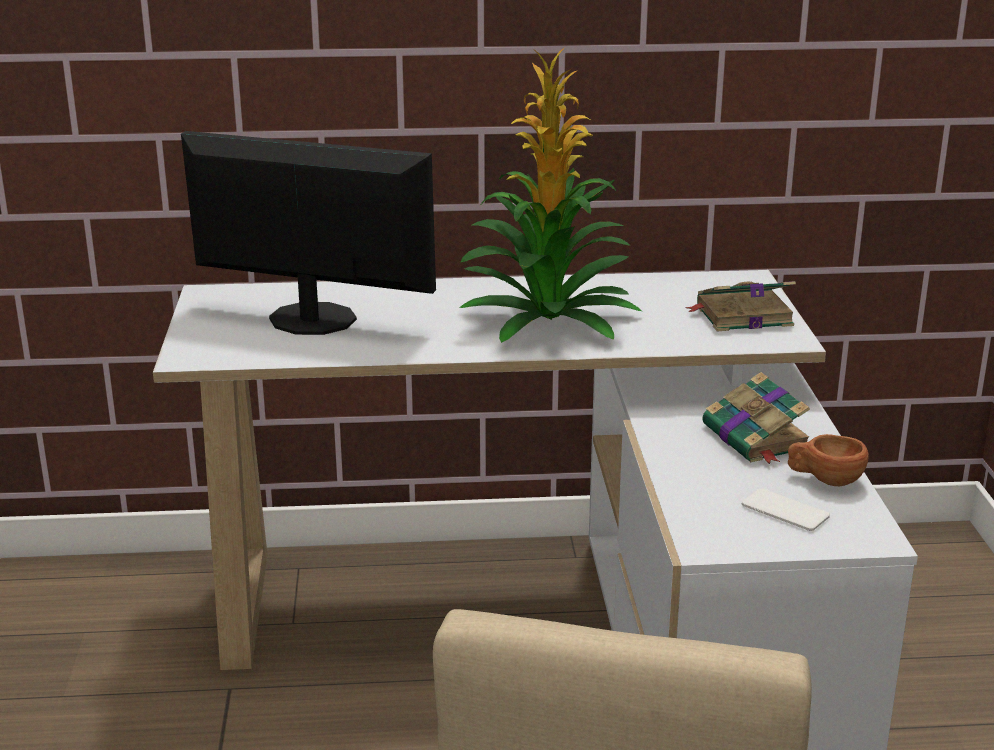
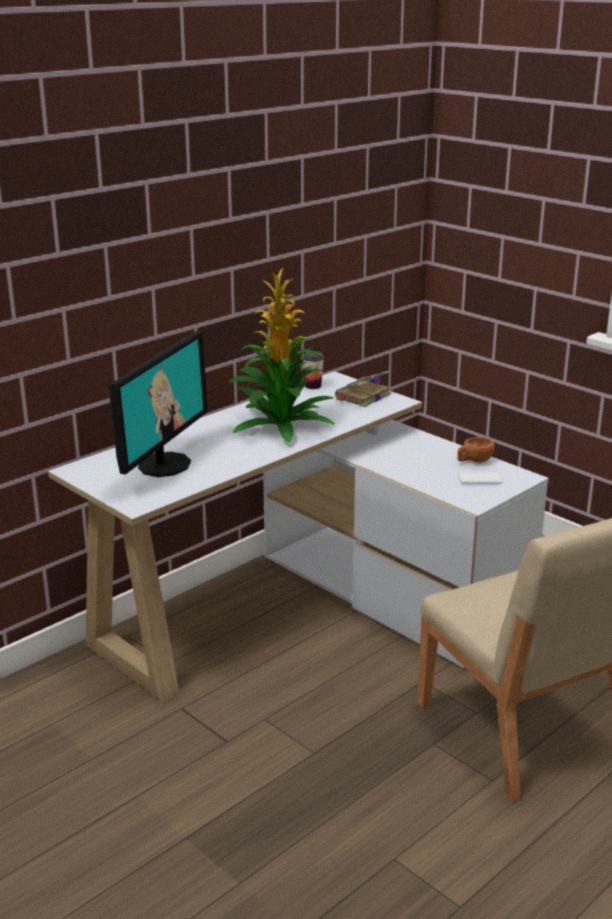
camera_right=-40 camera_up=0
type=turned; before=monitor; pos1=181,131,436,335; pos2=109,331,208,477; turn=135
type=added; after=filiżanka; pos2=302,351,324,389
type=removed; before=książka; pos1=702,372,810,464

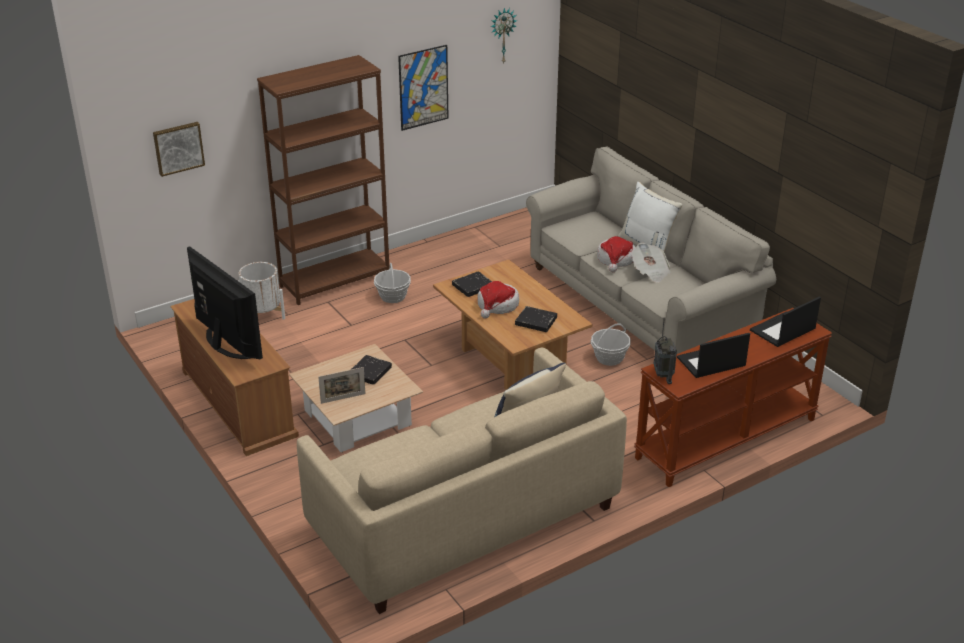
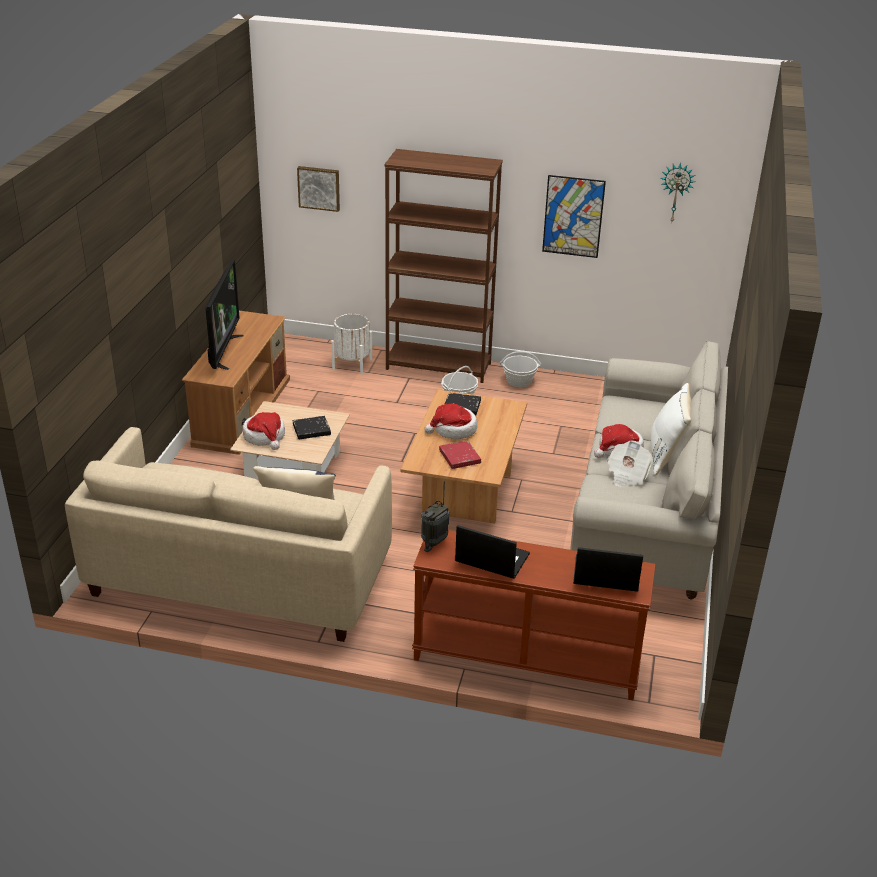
camera_right=45 camera_up=0
type=replaced; before=ramka na zdjęcie; after=kapelusz; pos1=318,367,365,404; pos2=242,412,285,450
type=recoloured; before=książka [czarny]; after=książka [czerwony]; pos1=515,306,557,332; pos2=439,440,481,469
type=moved; before=koszyk; pos1=591,323,630,366; pos2=500,351,541,388

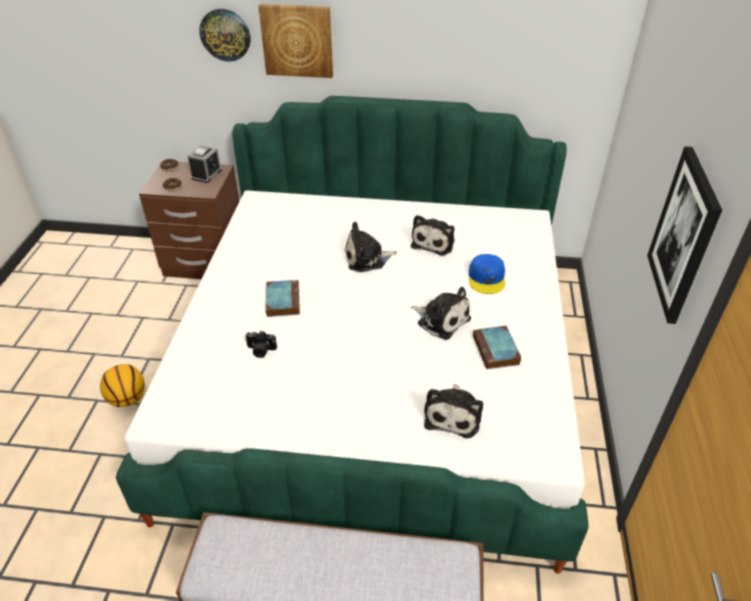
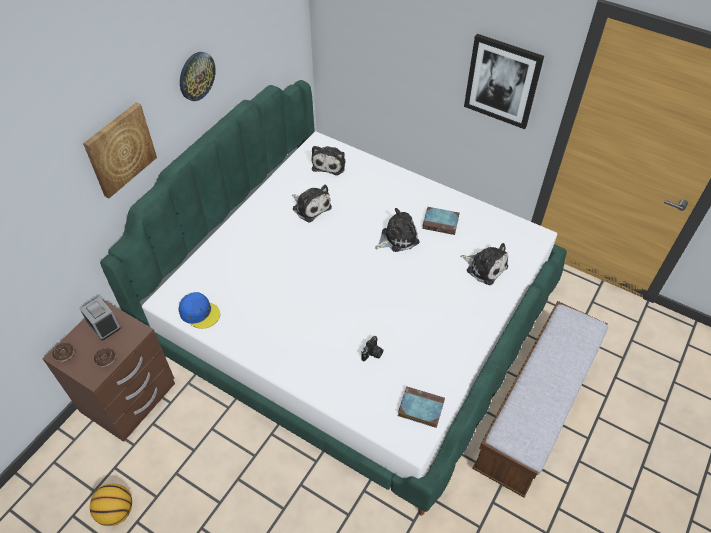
camera_right=-65 camera_up=10
type=moved; before=piłka do koszykówki; pos1=100,364,145,407; pos2=90,484,132,526
type=moved; before=czapka z daszkiem [niebieski]; pos1=469,254,505,294; pos2=179,292,220,329
type=moved; before=zegar ścienny; pos1=199,9,250,62; pos2=180,52,216,101
type=moved; before=pluszak; pos1=344,222,397,272; pos2=312,146,346,175
type=moved; before=książka; pos1=266,280,300,317; pos2=398,386,445,428

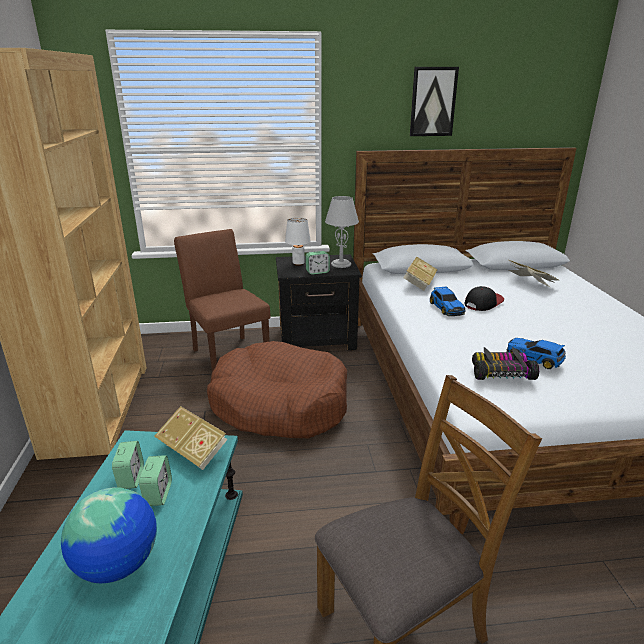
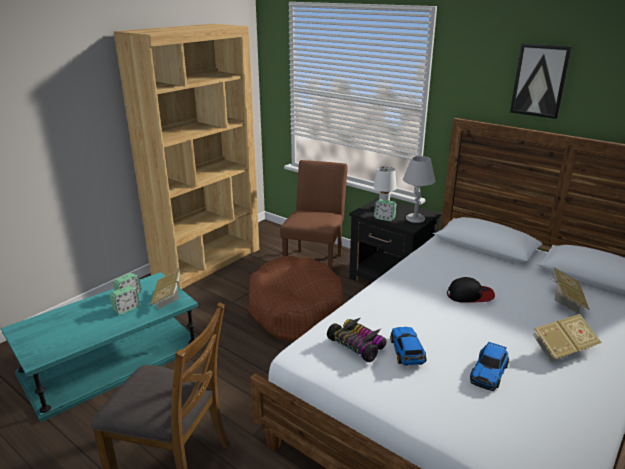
camera_right=45 camera_up=0
type=moved; before=samochodzik; pos1=430,286,466,316; pos2=470,342,509,391
type=moved; before=książka; pos1=403,256,438,291; pos2=532,314,602,363
type=removed; before=globus; pos1=61,487,157,583

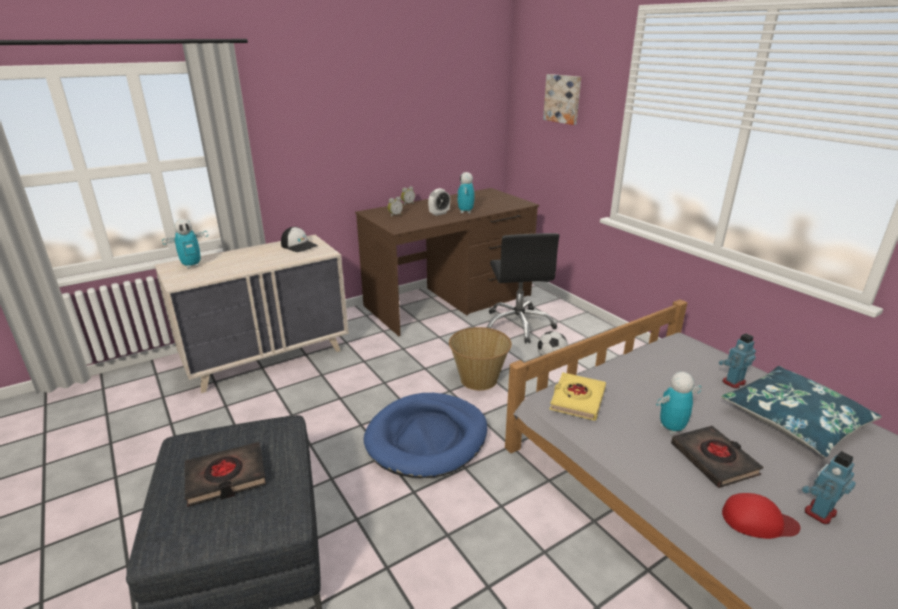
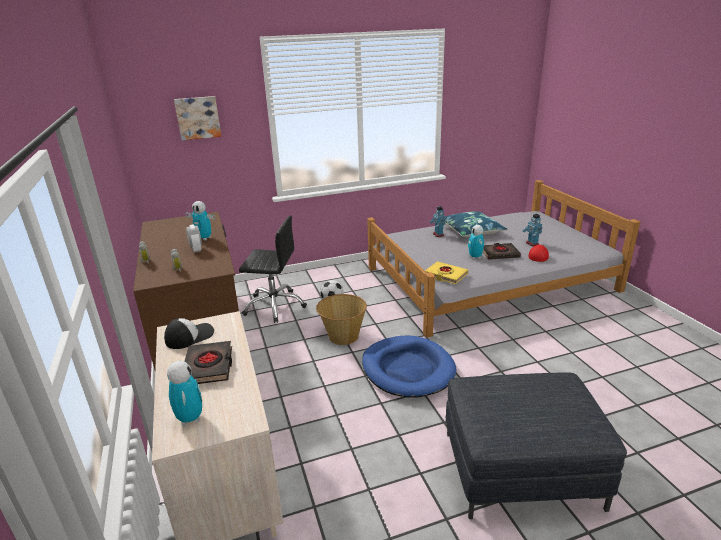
camera_right=-75 camera_up=0
type=moved; before=książka [czarny]; pos1=185,442,266,507; pos2=184,341,232,384

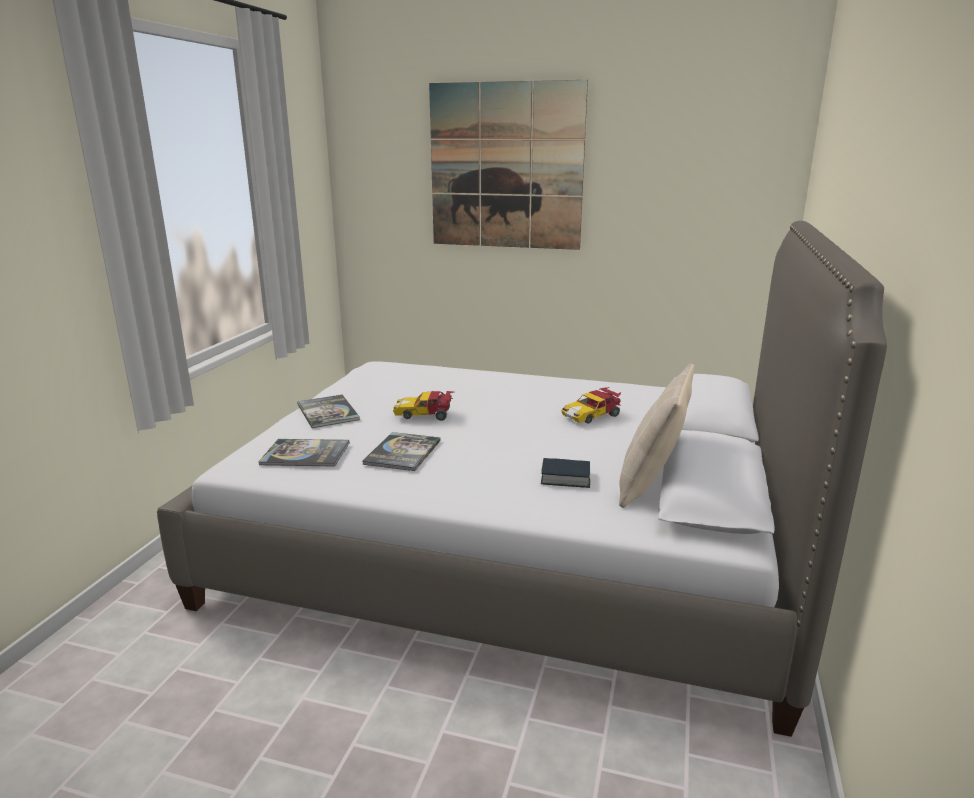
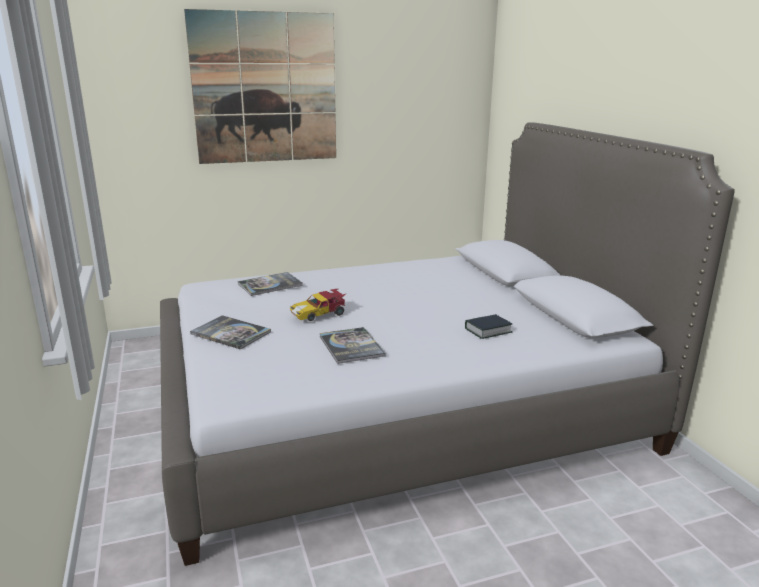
camera_right=-35 camera_up=0
type=moved; before=książka; pos1=258,439,350,467; pos2=238,272,303,296
type=removed; before=samochodzik; pos1=561,387,621,424
type=removed; before=poduszka [beżowy]; pos1=619,363,694,508

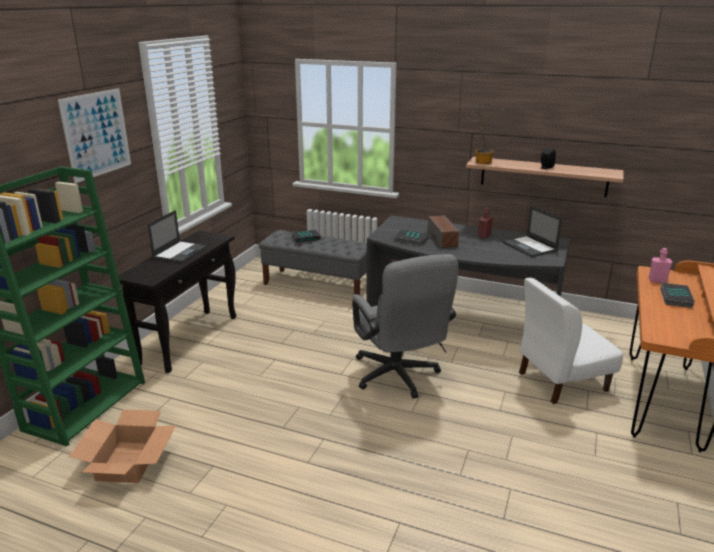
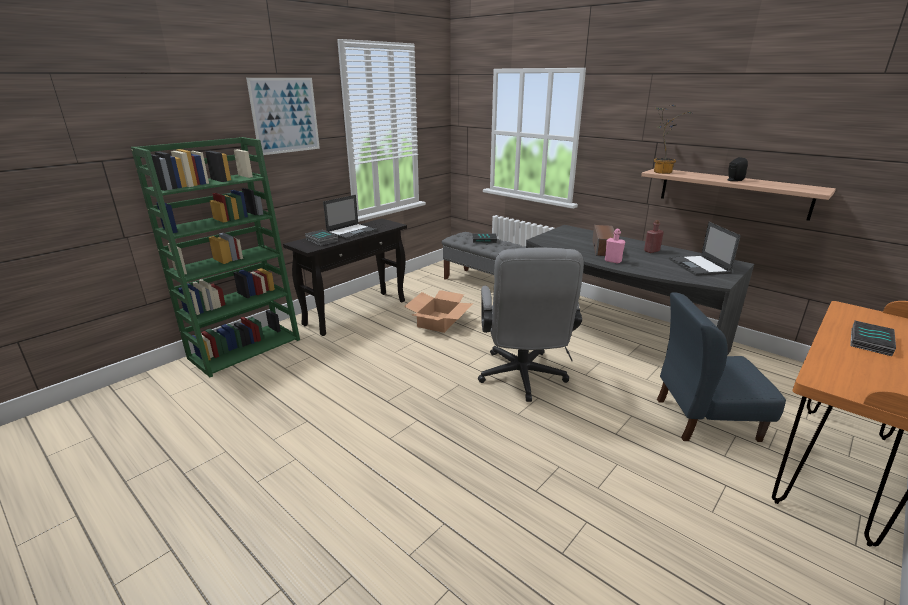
camera_right=20 camera_up=0
type=moved; before=książka; pos1=394,229,429,246; pos2=305,230,338,246
type=moved; before=karton; pos1=69,409,176,483; pos2=404,290,473,333
type=moved; before=butelka [różowy]; pos1=648,248,673,283; pos2=605,229,625,264
type=recoloured; before=krzesło [biały]; after=krzesło [niebieski]; pos1=519,278,623,404; pos2=657,292,786,442

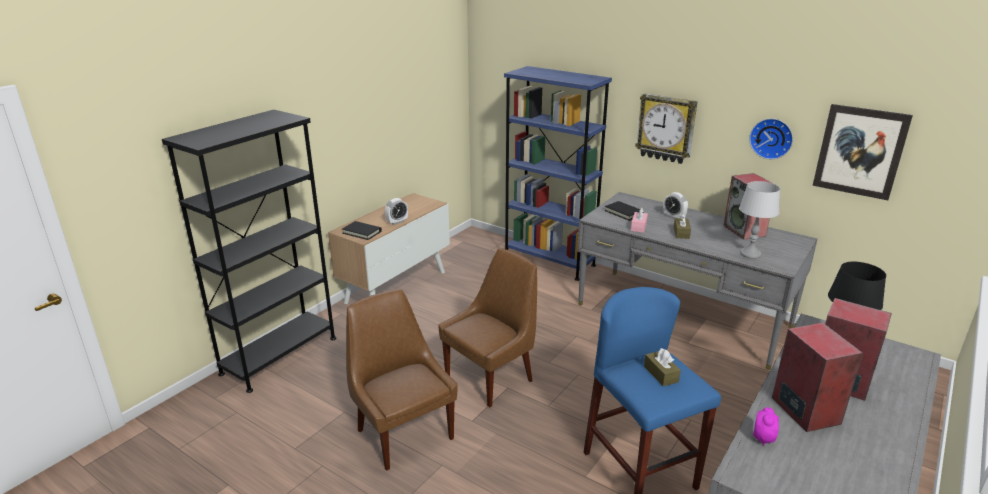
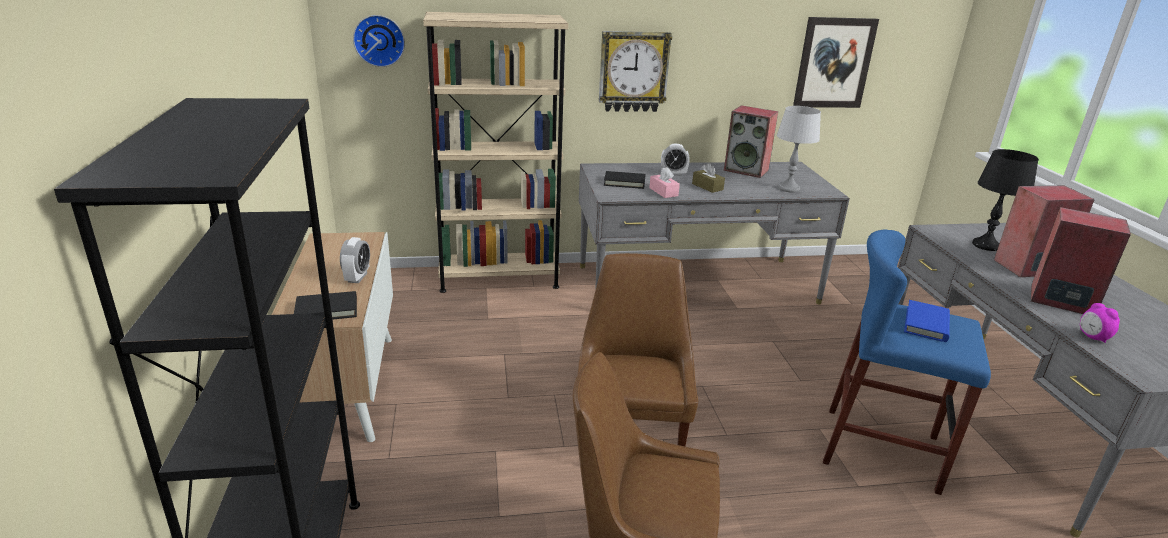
camera_right=-45 camera_up=0
type=moved; before=zegar ścienny; pos1=749,118,793,159; pos2=353,15,405,67
type=recoloured; before=regał [niebieski]; after=regał [beżowy]; pos1=504,66,612,281; pos2=423,12,568,293
type=replaced; before=pudełko chusteczek [brązowy]; after=książka [niebieski]; pos1=644,348,681,386; pos2=904,300,950,342

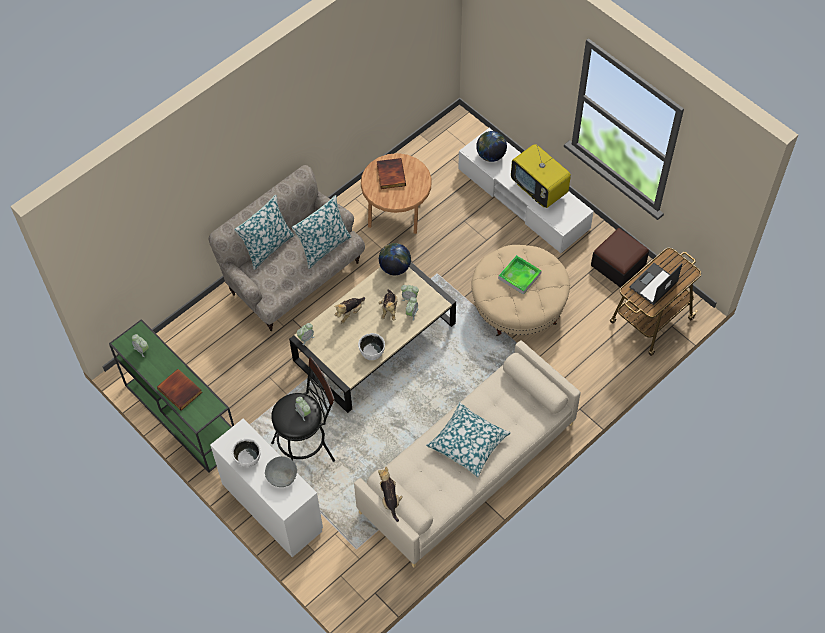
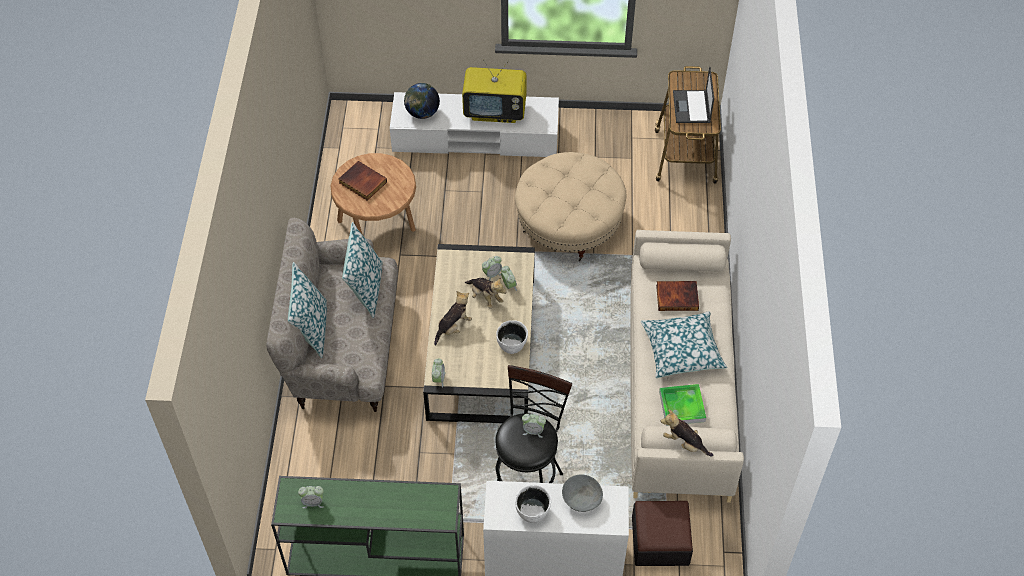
camera_right=-45 camera_up=-5
type=turned; before=pluszak; pos1=334,297,365,324; pos2=434,291,472,346; turn=-135
type=moved; before=pufa; pos1=591,228,649,288; pos2=632,501,693,566
type=moved; before=książka; pos1=157,369,202,411; pos2=656,281,699,311
type=moved; before=taca; pos1=498,255,541,295; pos2=659,384,706,426
type=removed; before=globus; pos1=379,243,411,275

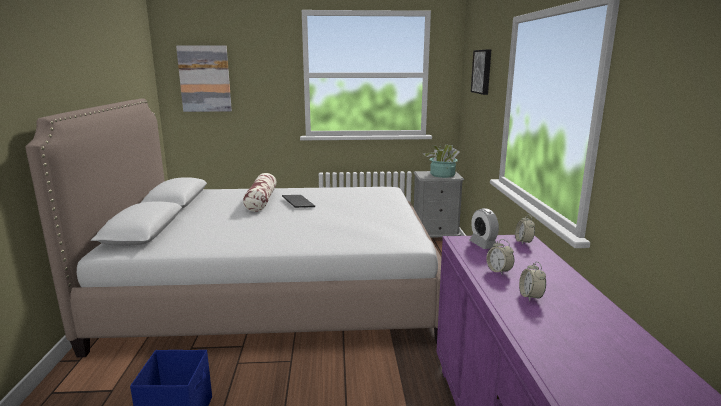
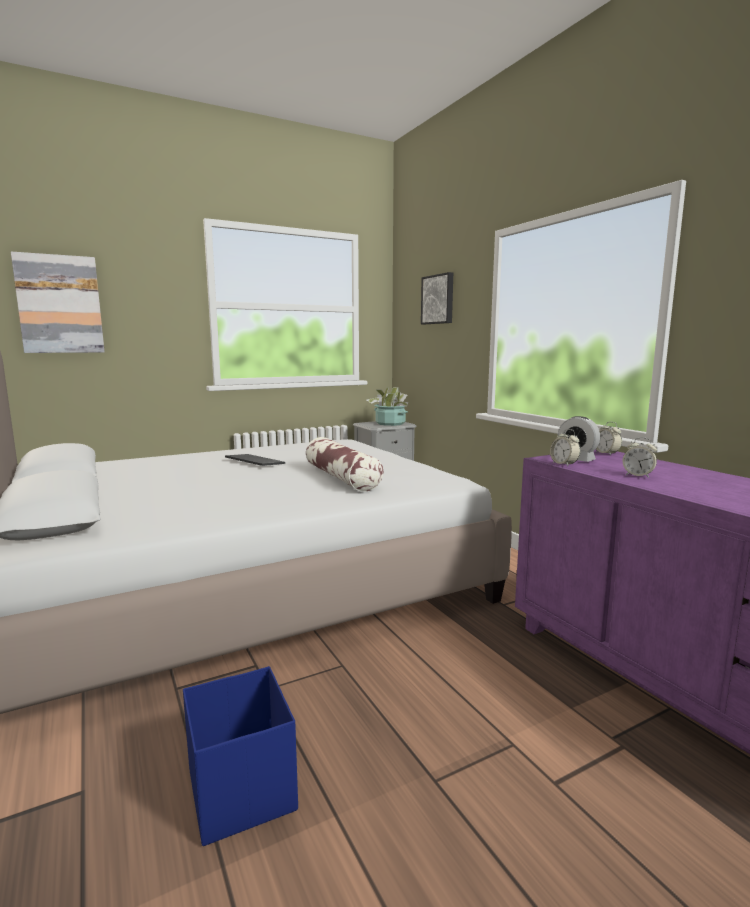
camera_right=-25 camera_up=-5
type=moved; before=poduszka; pos1=243,173,277,212; pos2=306,437,383,491
type=moved; before=budzik; pos1=519,261,546,302; pos2=550,429,580,466

